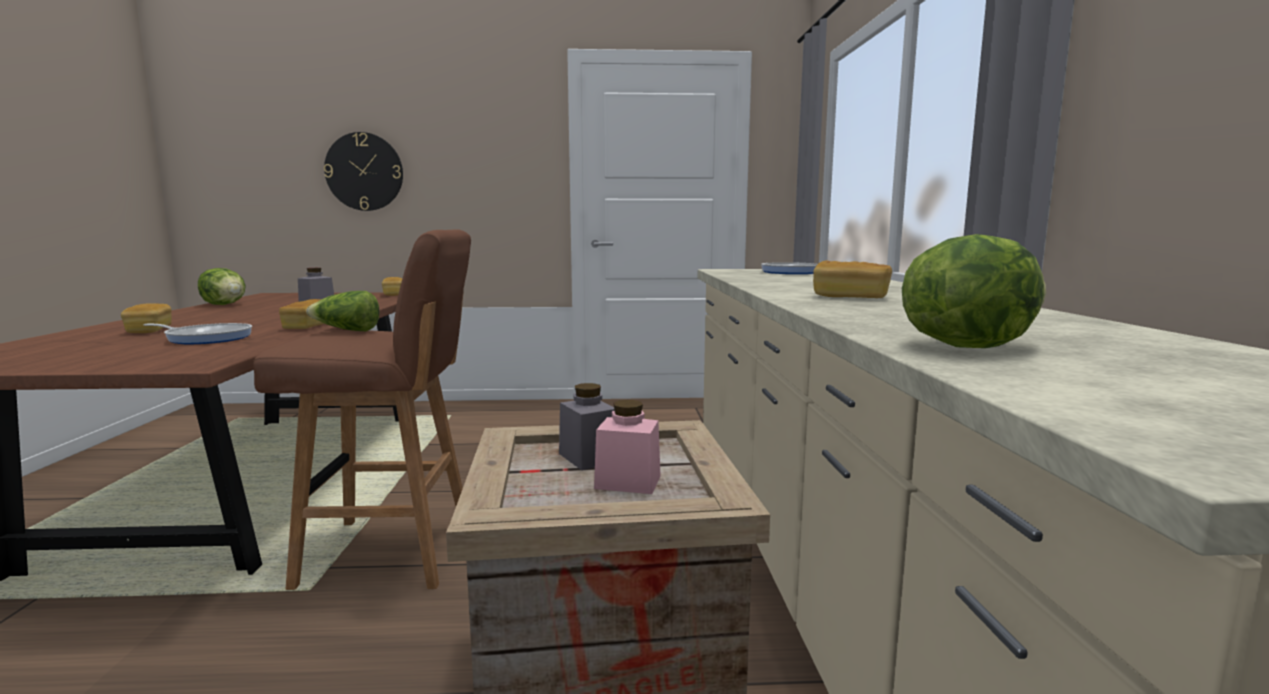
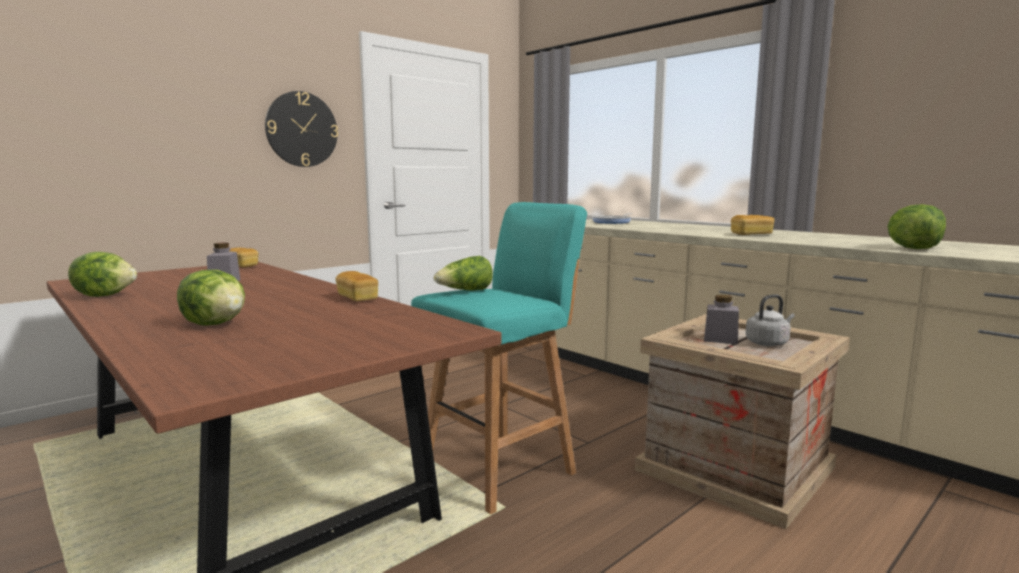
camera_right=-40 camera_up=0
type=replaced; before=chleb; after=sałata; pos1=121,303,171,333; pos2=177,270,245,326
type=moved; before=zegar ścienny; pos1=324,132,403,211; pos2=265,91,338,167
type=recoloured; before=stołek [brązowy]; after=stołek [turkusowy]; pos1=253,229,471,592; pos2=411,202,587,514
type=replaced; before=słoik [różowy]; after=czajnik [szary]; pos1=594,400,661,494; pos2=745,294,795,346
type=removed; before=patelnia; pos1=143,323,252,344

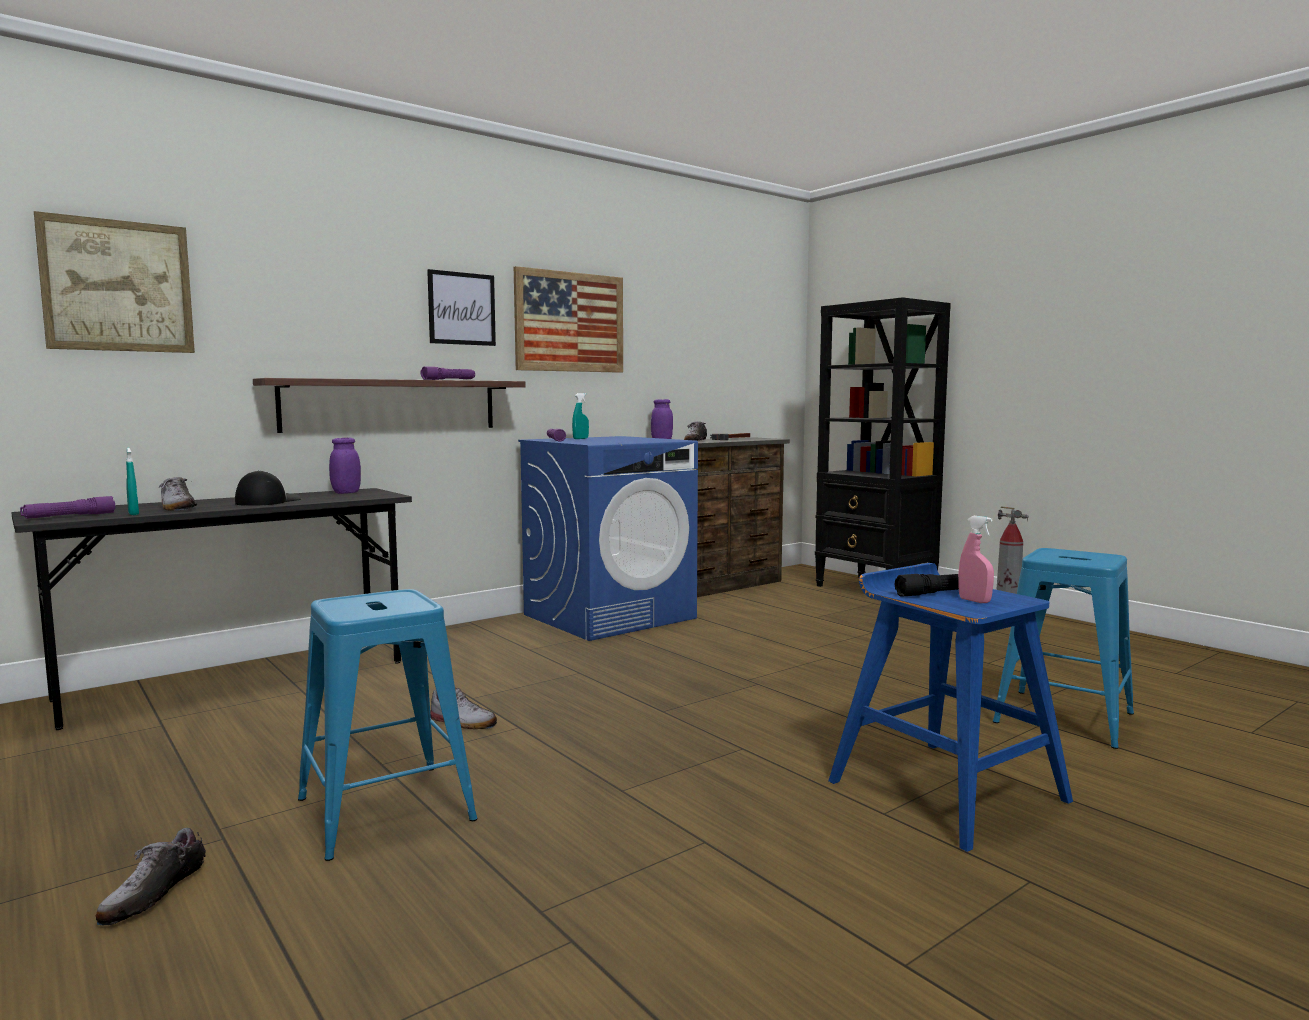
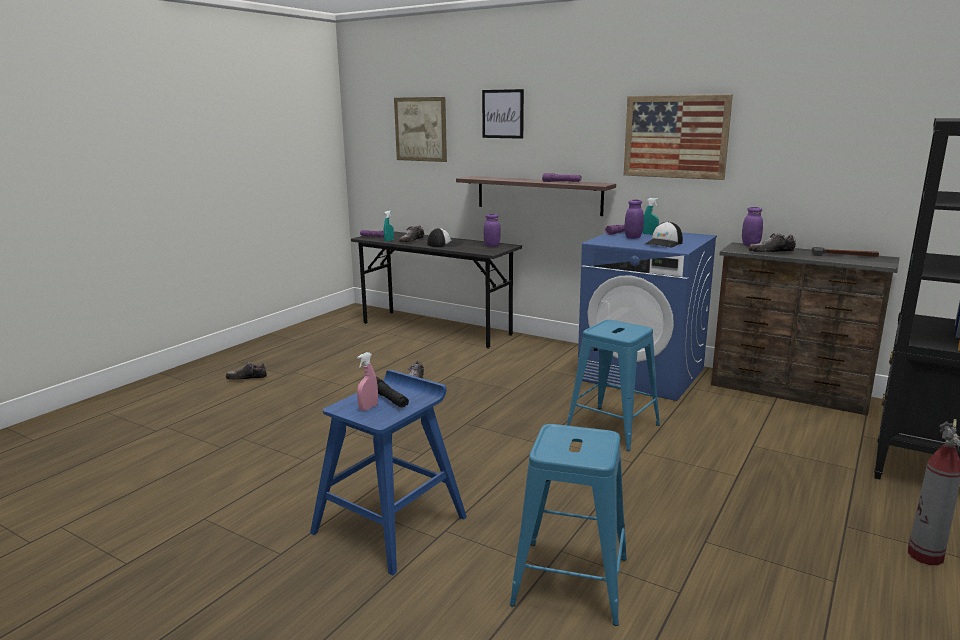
camera_right=70 camera_up=10
type=moved; before=obraz; pos1=427,269,496,346; pos2=482,89,524,139
type=moved; before=stołek [niebieski]; pos1=298,589,477,861; pos2=567,319,660,451
type=added; after=słoik [fioletowy]; pos2=625,200,644,239
type=added; after=czapka z daszkiem; pos2=645,222,683,248

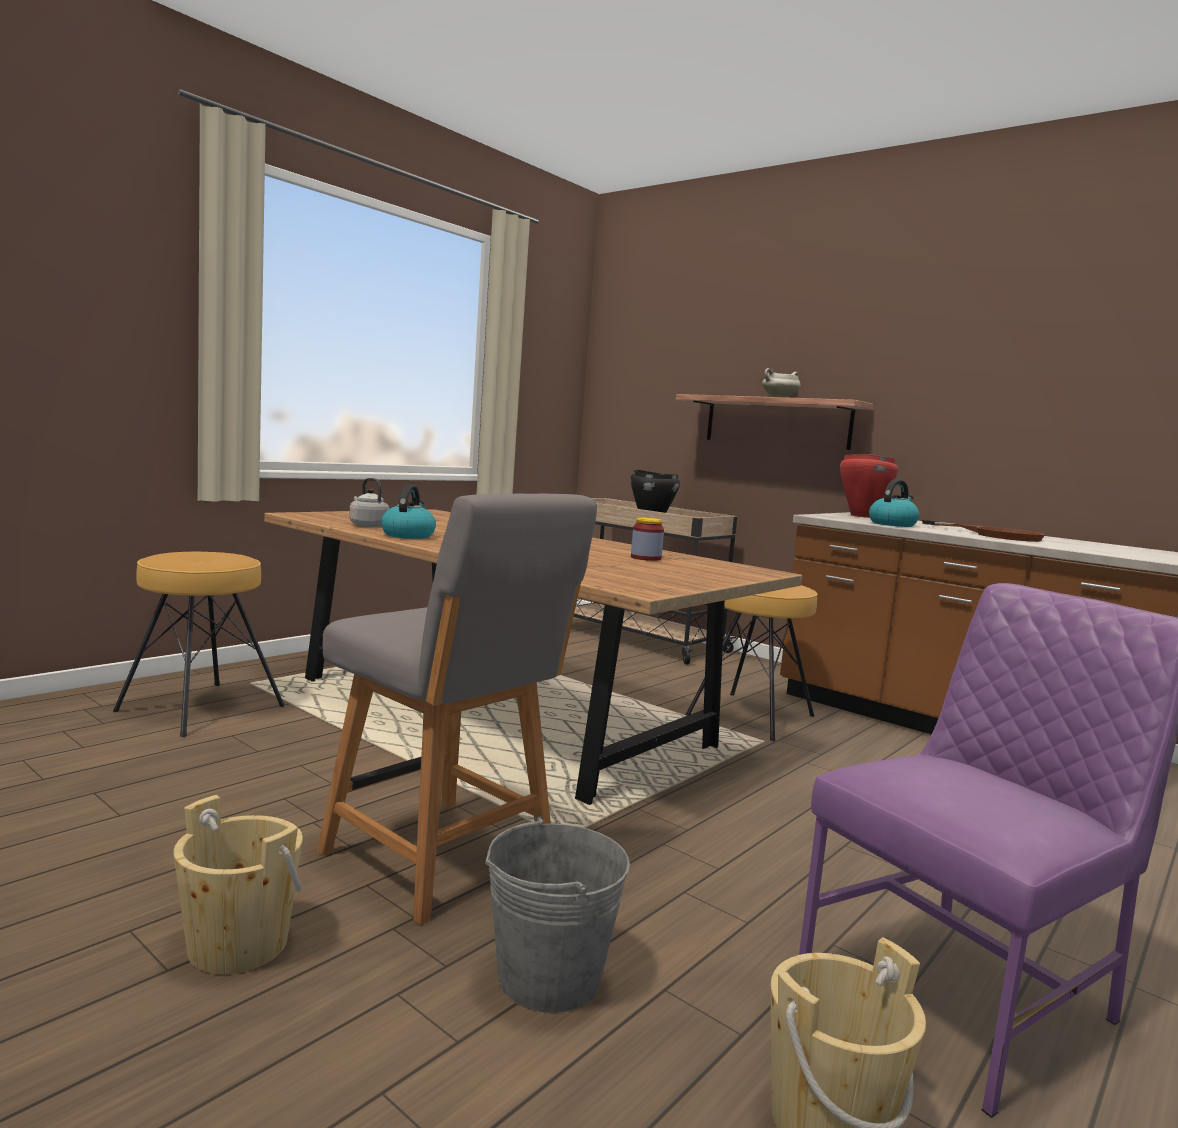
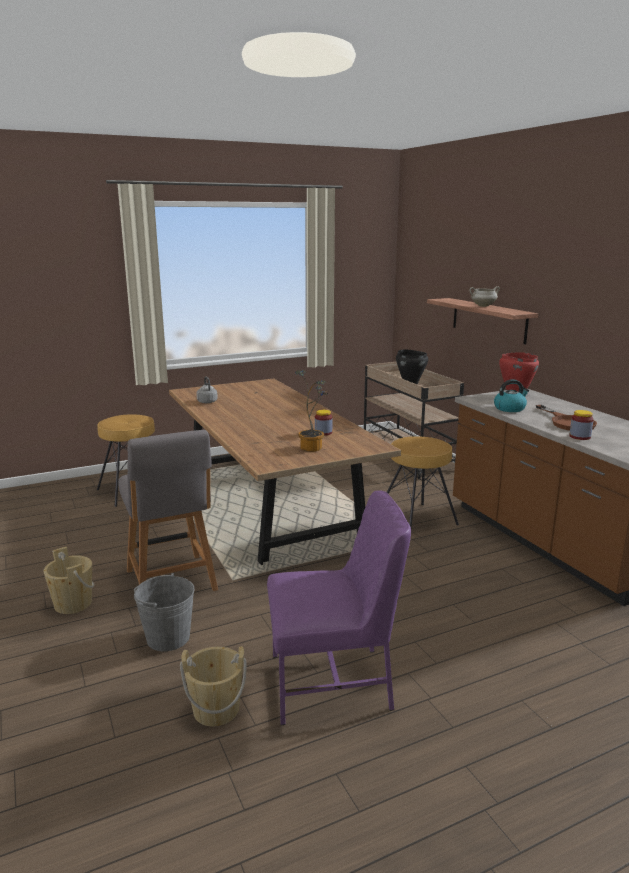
camera_right=25 camera_up=10
type=added; after=roślina doniczkowa; pos2=295,370,328,452
type=added; after=słoik; pos2=569,410,594,440
type=removed; before=czajnik; pos1=381,485,436,539

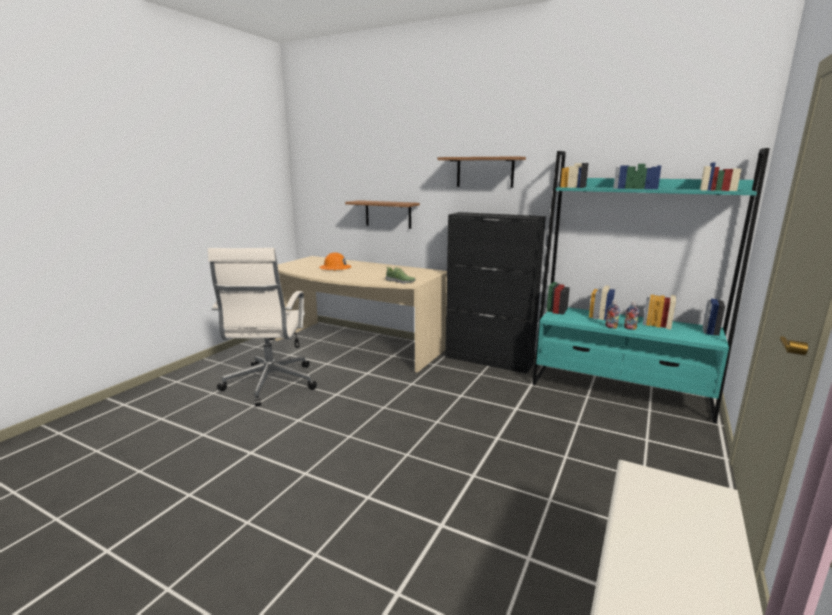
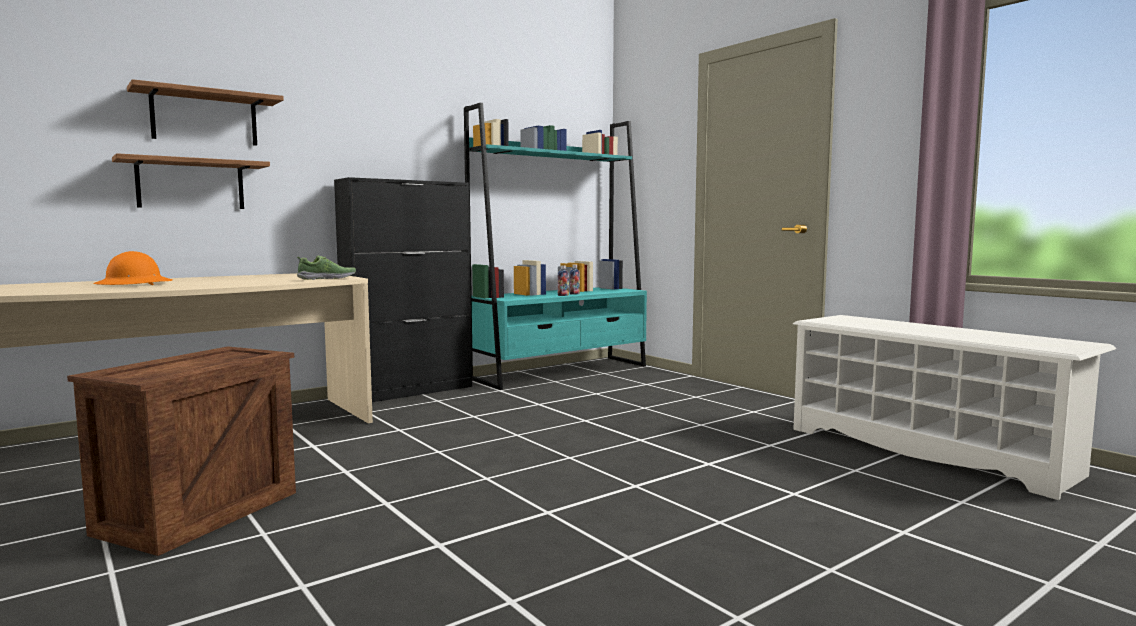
camera_right=-65 camera_up=-10
type=replaced; before=krzesło biurowe [biały]; after=skrzynka; pos1=208,248,317,406; pos2=67,346,296,556
type=moved; before=półka; pos1=438,156,526,188; pos2=127,79,284,146

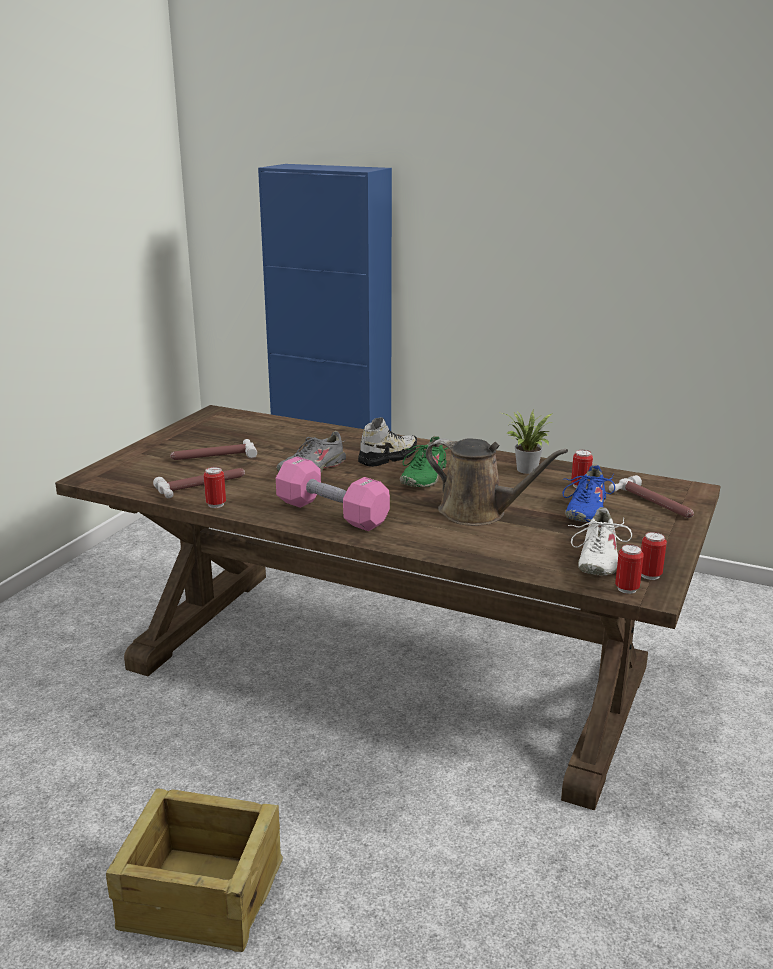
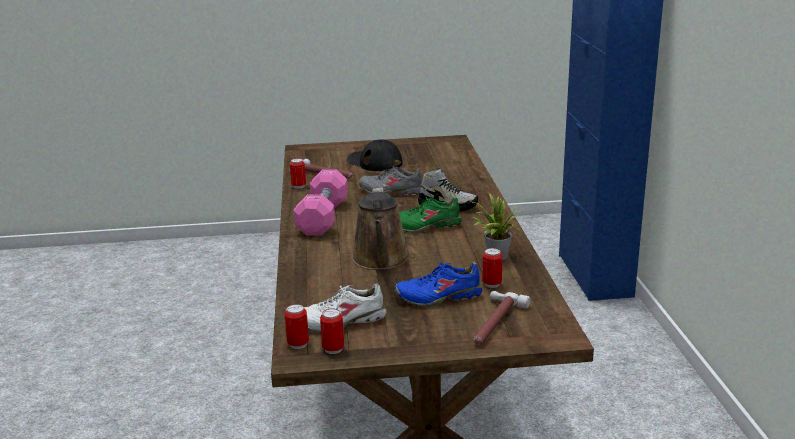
camera_right=60 camera_up=0
type=replaced; before=młotek; after=czapka z daszkiem [czarny]; pos1=170,439,257,460; pos2=347,140,403,171
type=removed; before=skrzynka; pos1=106,789,283,952

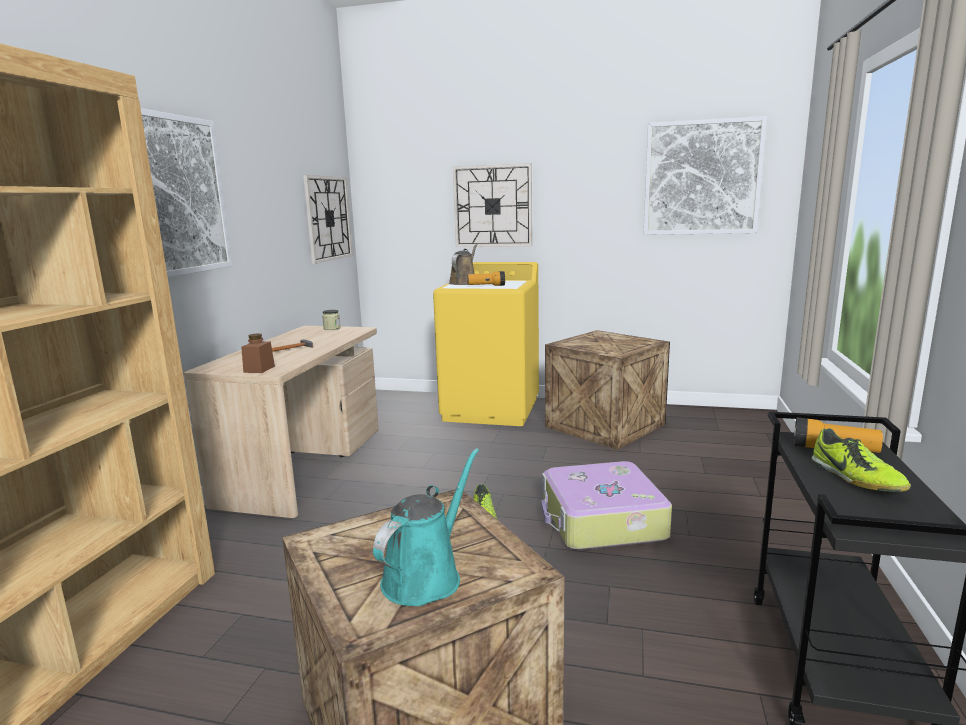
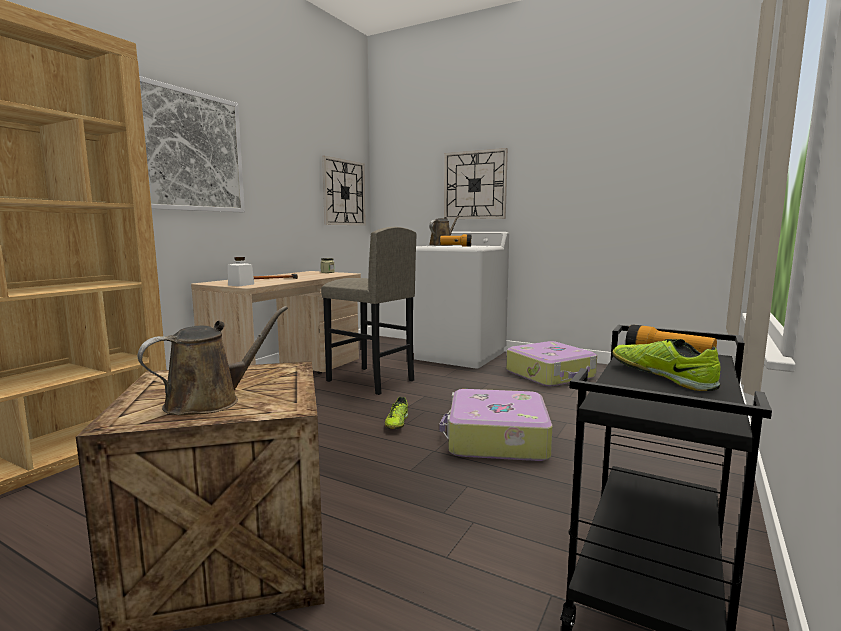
camera_right=15 camera_up=-5
type=recoloured; before=konewka [turkusowy]; after=konewka [brązowy]; pos1=373,448,479,606; pos2=137,306,288,415
type=recoloured; before=słoik [brązowy]; after=słoik [biały]; pos1=241,333,275,373; pos2=228,257,254,286
type=added; after=stołek [szary]; pos2=321,227,416,395
type=recoloured; before=pralka [żółty]; after=pralka [biały]; pos1=433,262,539,426; pos2=413,232,509,369
type=replaced; before=skrzynka; after=walizka; pos1=545,330,670,450; pos2=506,341,597,387
type=turned; before=but; pos1=811,428,911,492; pos2=612,339,721,391; turn=150
type=removed; before=obraz; pos1=644,116,767,235

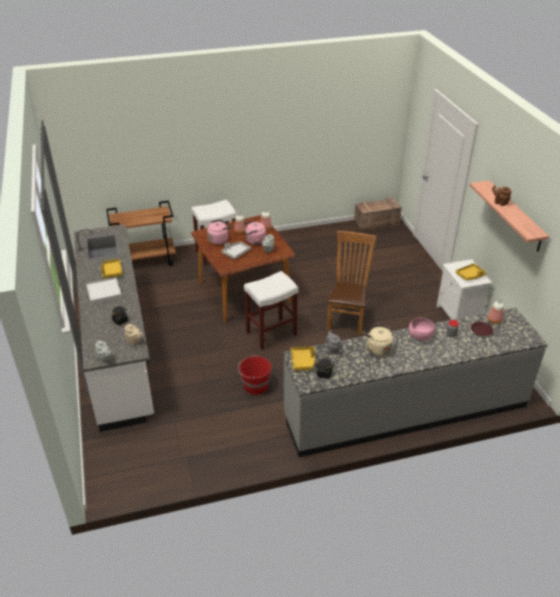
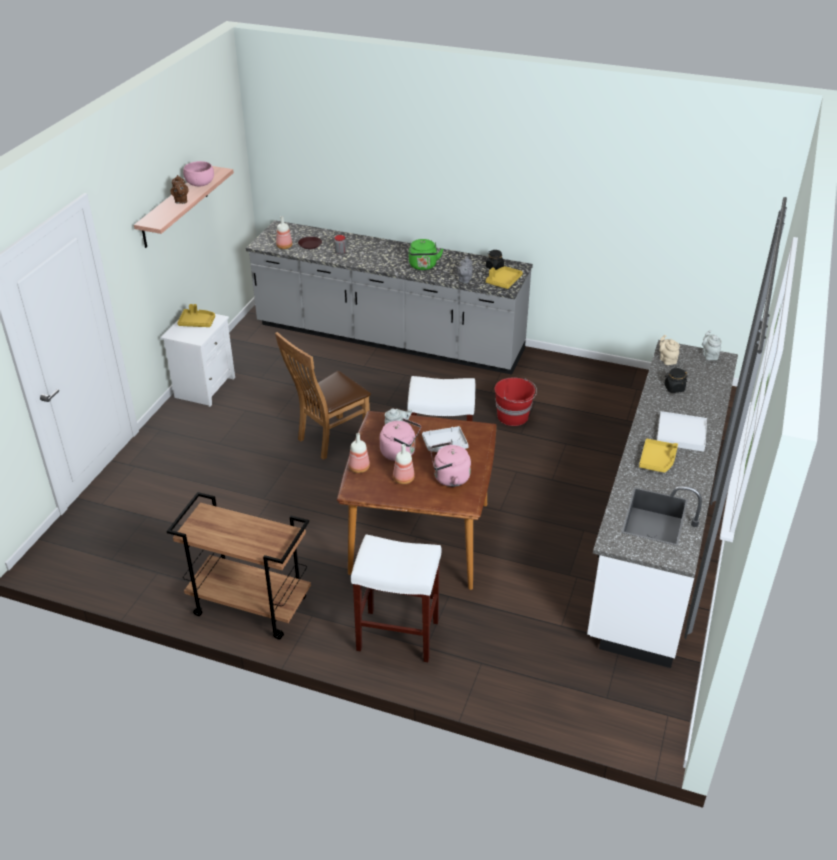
camera_right=-145 camera_up=0
type=moved; before=wózek [brązowy]; pos1=106,201,176,266; pos2=167,492,311,639
type=moved; before=miska [różowy]; pos1=409,318,435,341; pos2=183,161,214,187
type=recoloured; before=czajnik [beżowy]; after=czajnik [zielony]; pos1=362,323,393,356; pos2=409,239,443,270
type=removed; before=skrzynka; pos1=354,198,402,230

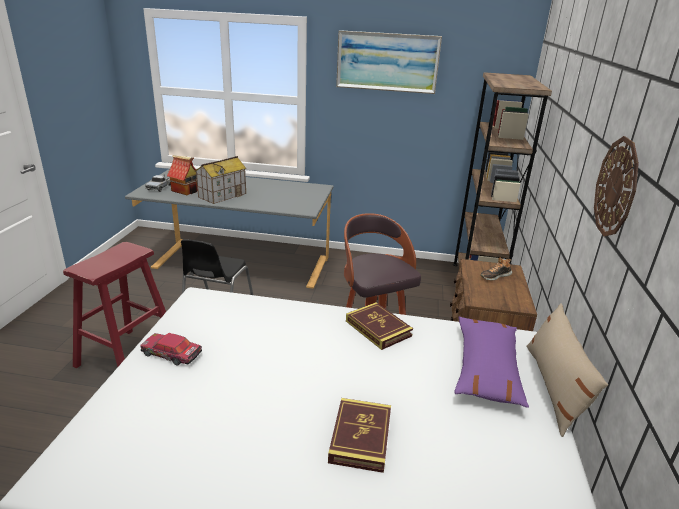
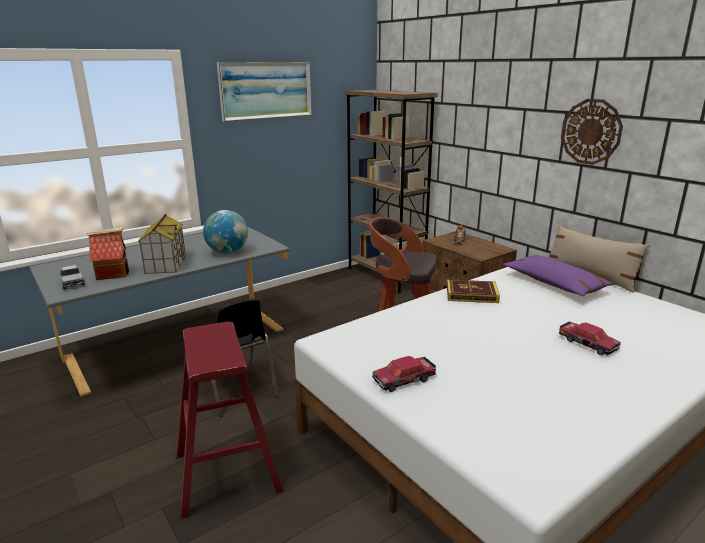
camera_right=-45 camera_up=-5
type=added; after=globus; pos2=203,210,248,254
type=replaced; before=książka; after=samochodzik; pos1=328,398,391,473; pos2=559,321,621,355

